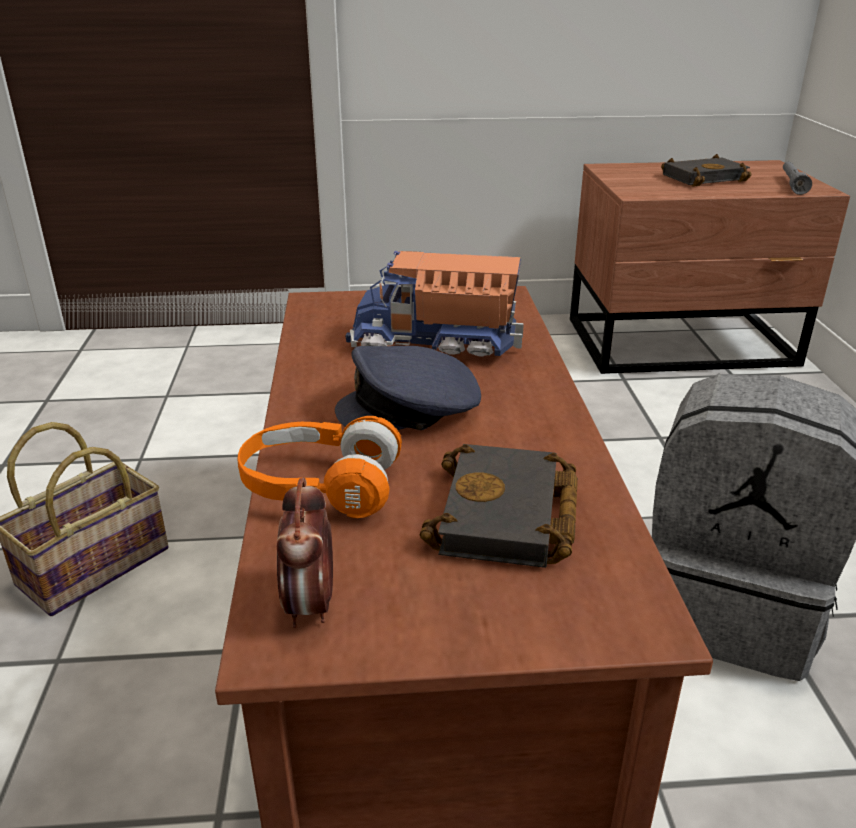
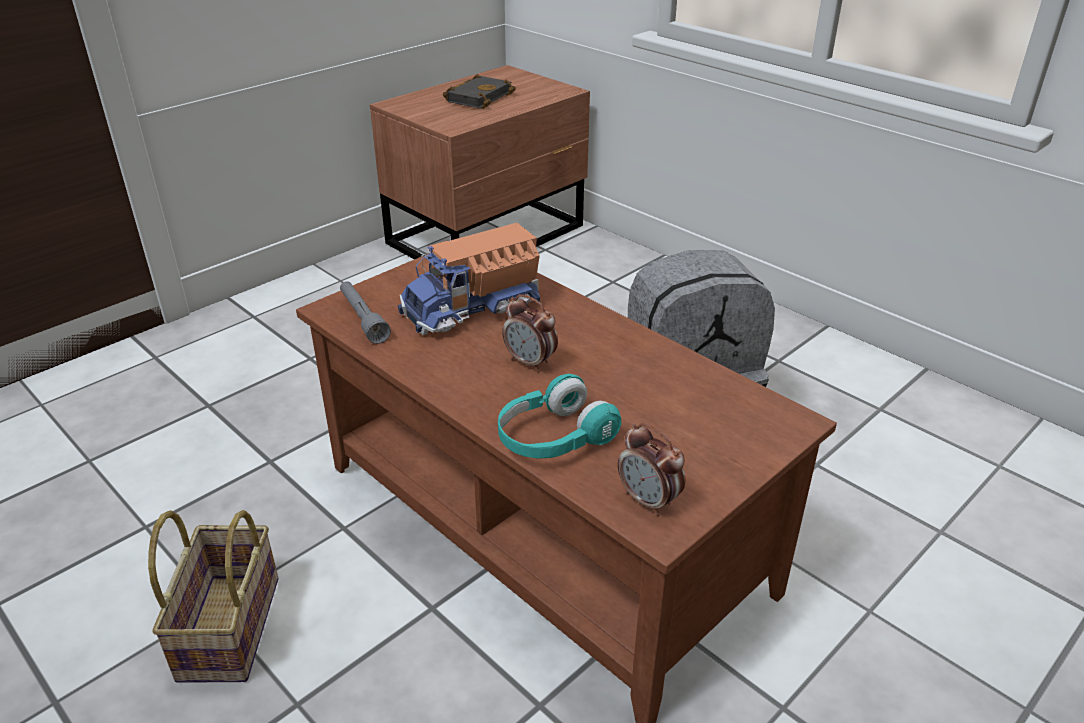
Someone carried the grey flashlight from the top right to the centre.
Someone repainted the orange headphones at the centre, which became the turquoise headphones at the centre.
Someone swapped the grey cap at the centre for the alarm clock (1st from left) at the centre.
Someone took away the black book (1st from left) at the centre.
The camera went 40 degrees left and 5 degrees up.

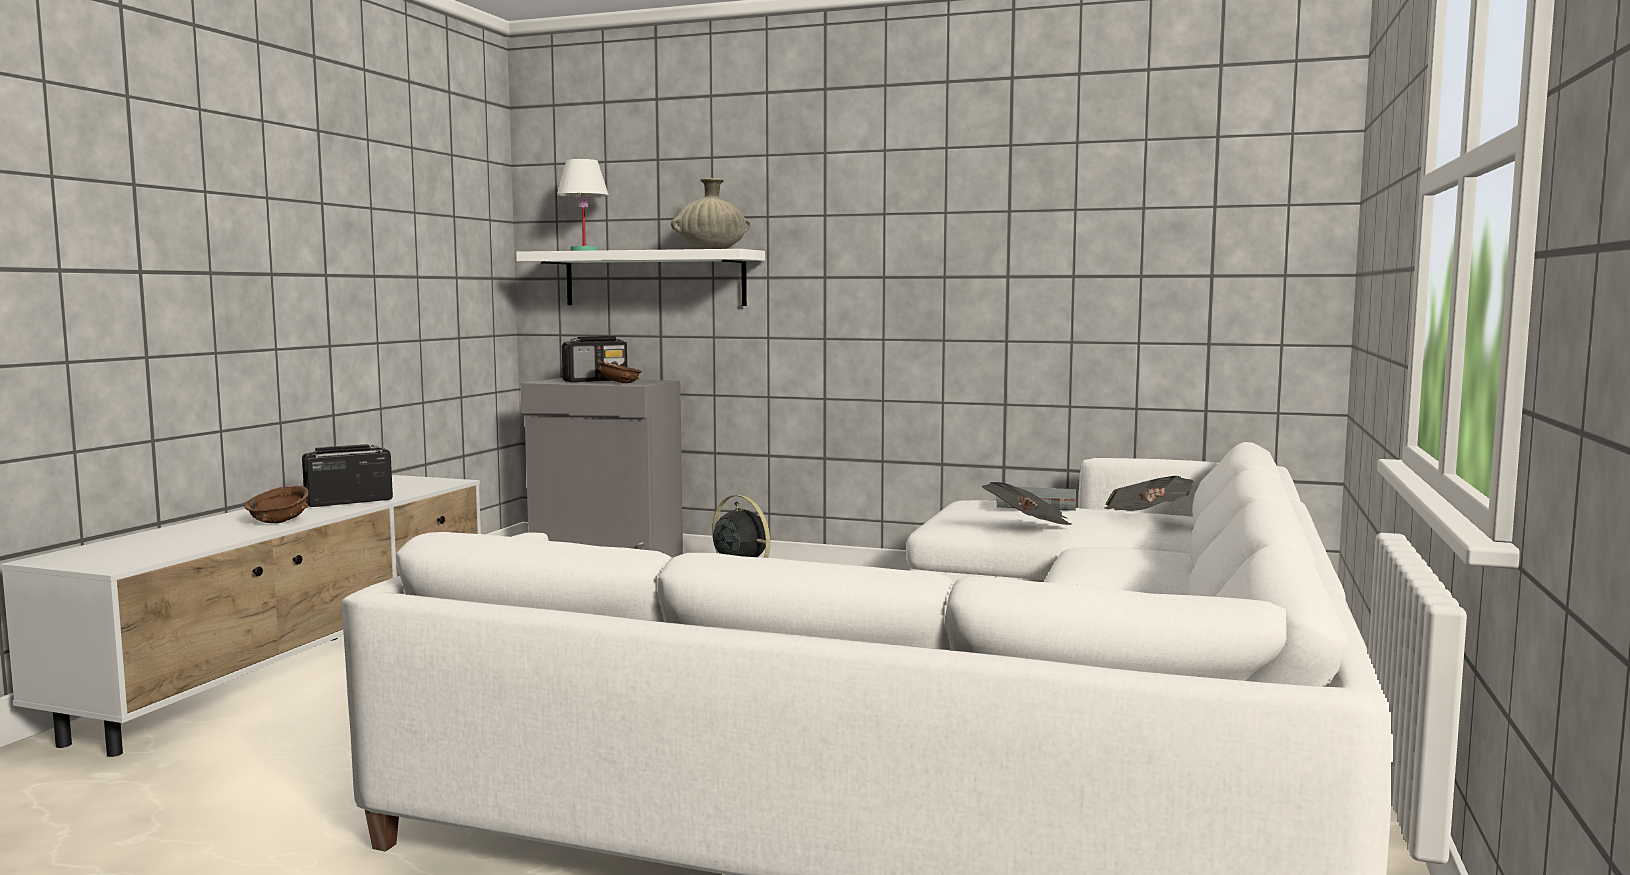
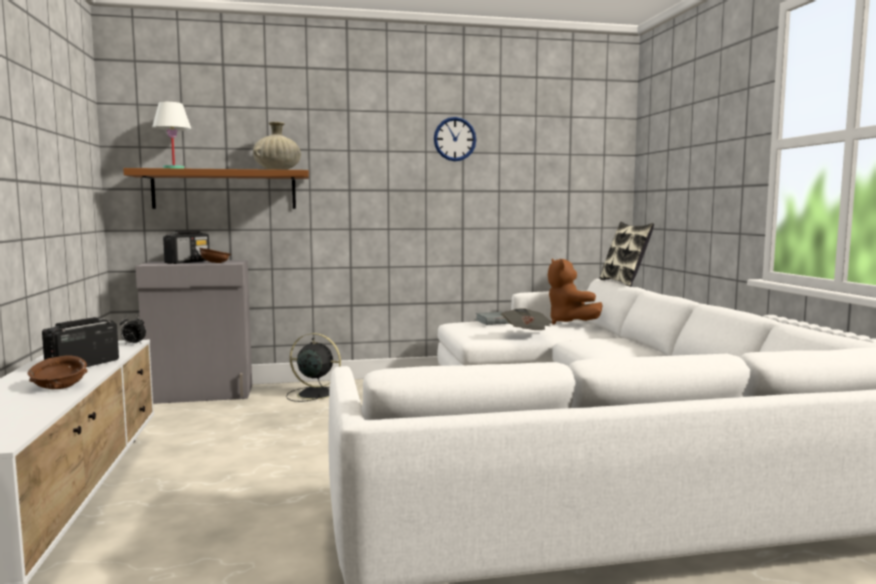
Someone put down the alarm clock at the middle left.
Someone repainted the white shelf at the top centre, which became the brown shelf at the top left.
Someone put up the wall clock at the top centre.
Someone swapped the newspaper (2nd from left) at the middle right for the brown plush toy at the centre.
Someone put down the pillow at the middle right.
The camera went 30 degrees left and 0 degrees up.

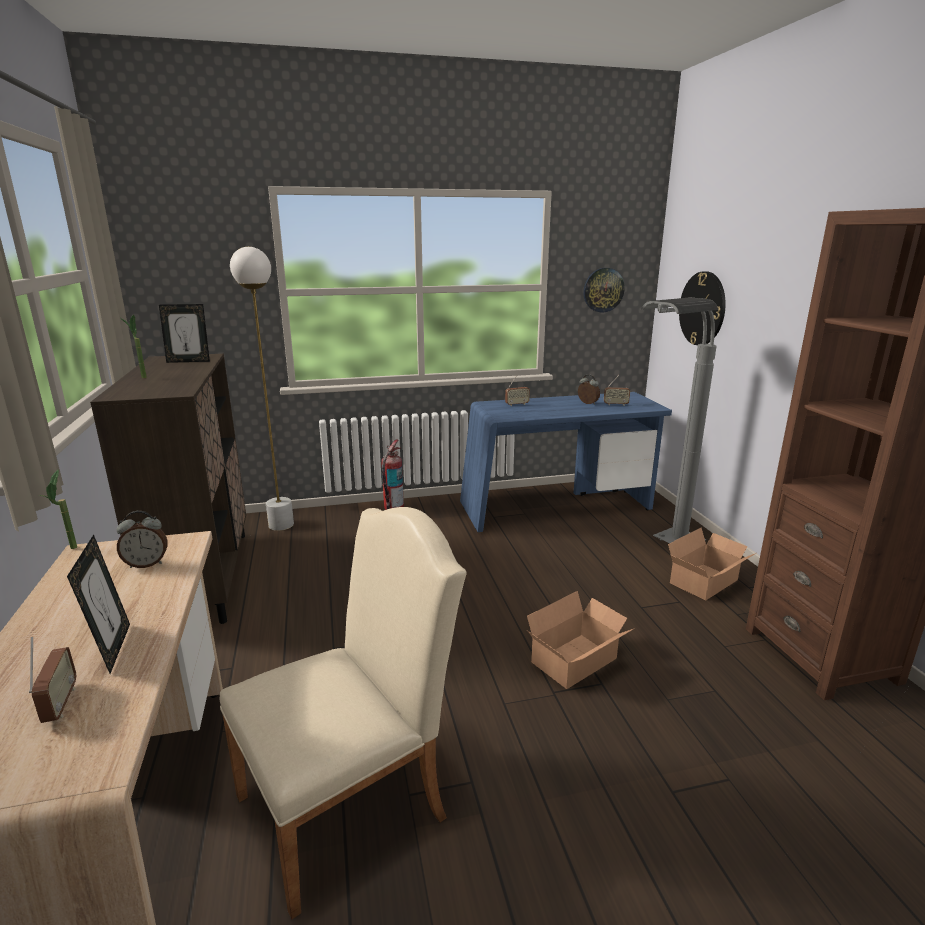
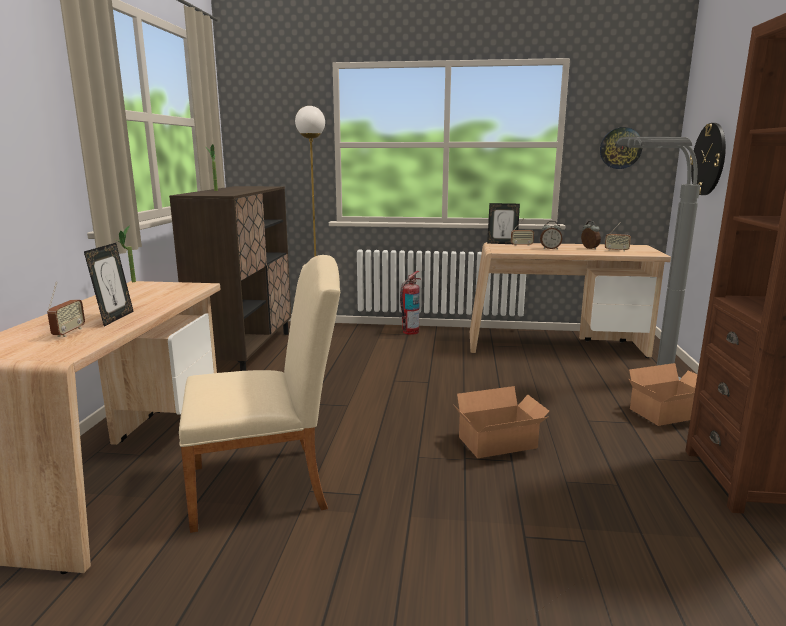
Someone repainted the blue desk at the centre, which became the beige desk (2nd from left) at the middle right.
Someone carried the picture frame (2nd from left) from the middle left to the centre.
Someone carried the alarm clock (1st from left) from the middle left to the middle right.
The camera went 20 degrees right and 5 degrees down.

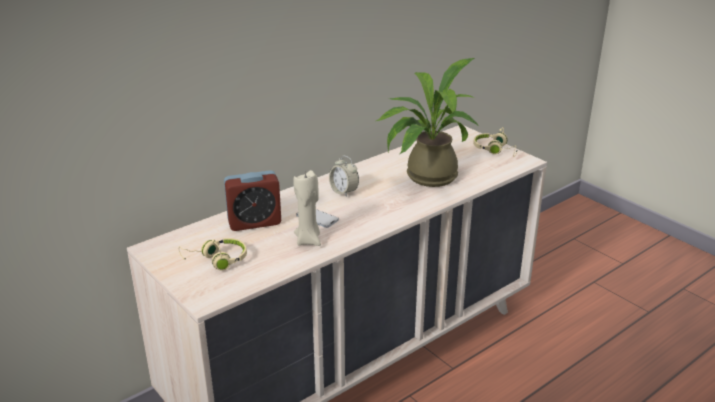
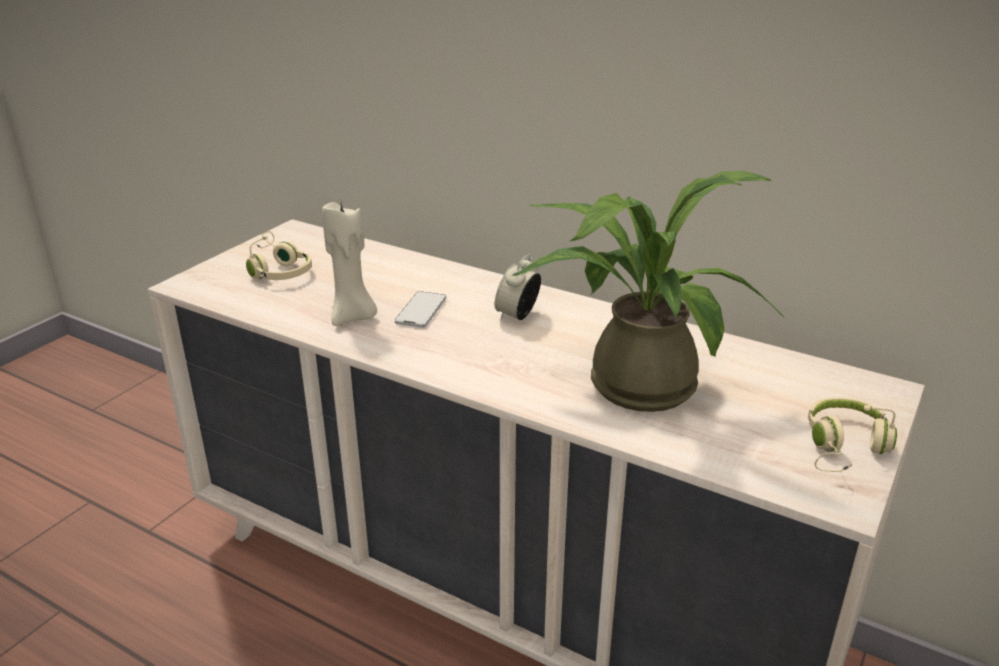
Someone took away the alarm clock (1st from left) at the centre.
The camera went 70 degrees right and 0 degrees up.

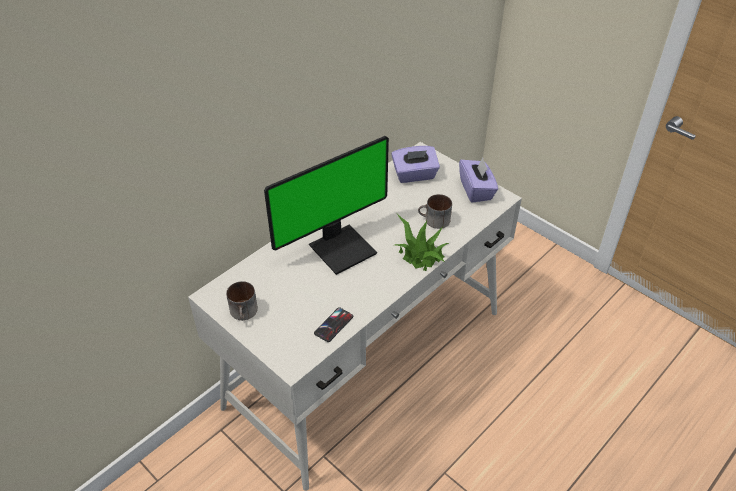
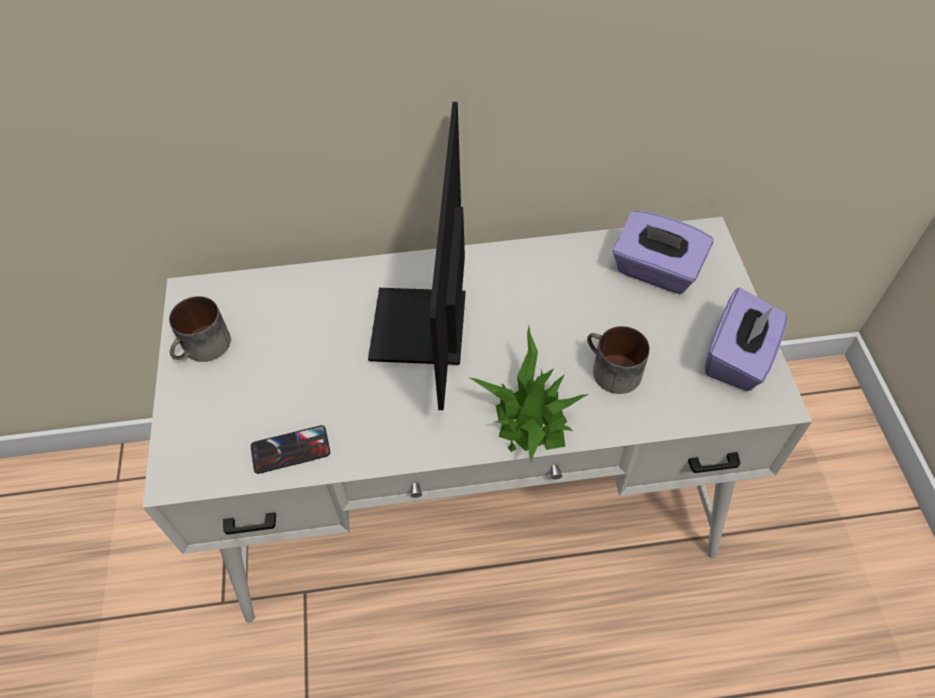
Someone rotated the monitor at the centre by 90 degrees clockwise.
The camera went 40 degrees right and 10 degrees up.

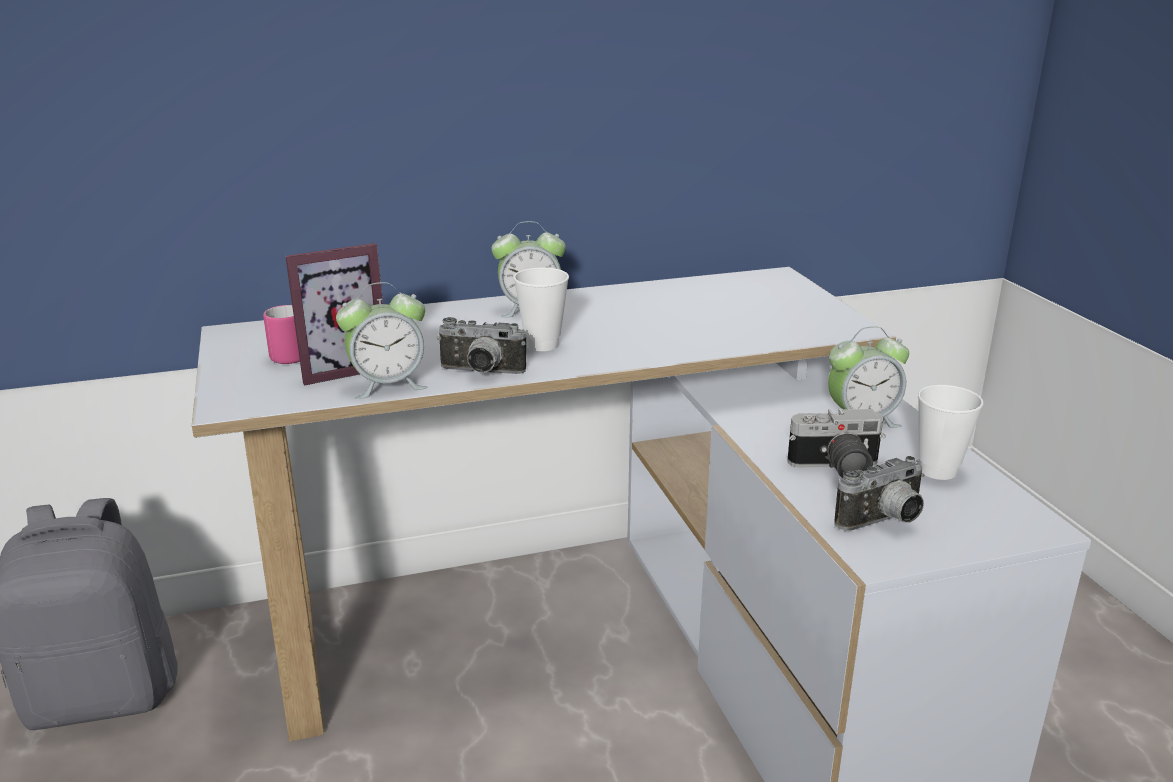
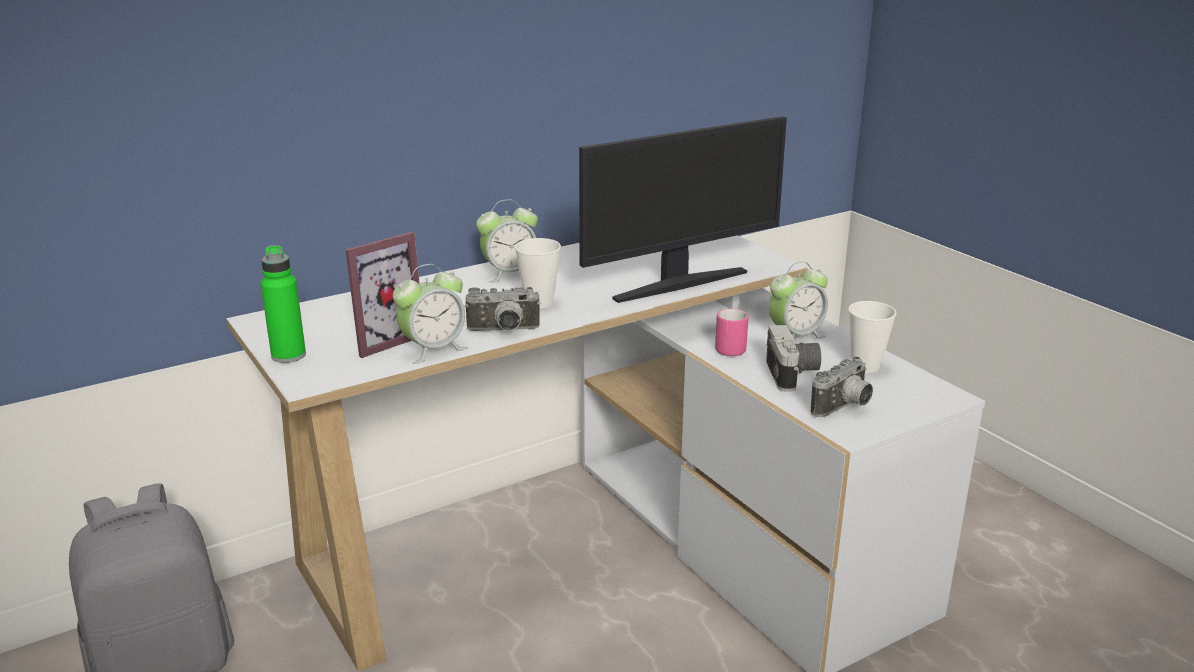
Someone put down the green bottle at the middle left.
Someone put down the monitor at the top centre.
Someone carried the pink mug from the middle left to the centre.
Someone rotated the photo camera (2nd from left) at the middle right by 75 degrees counterclockwise.
The camera went 15 degrees left and 0 degrees up.

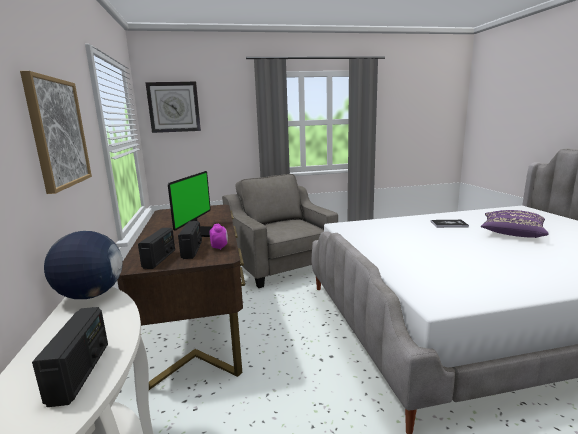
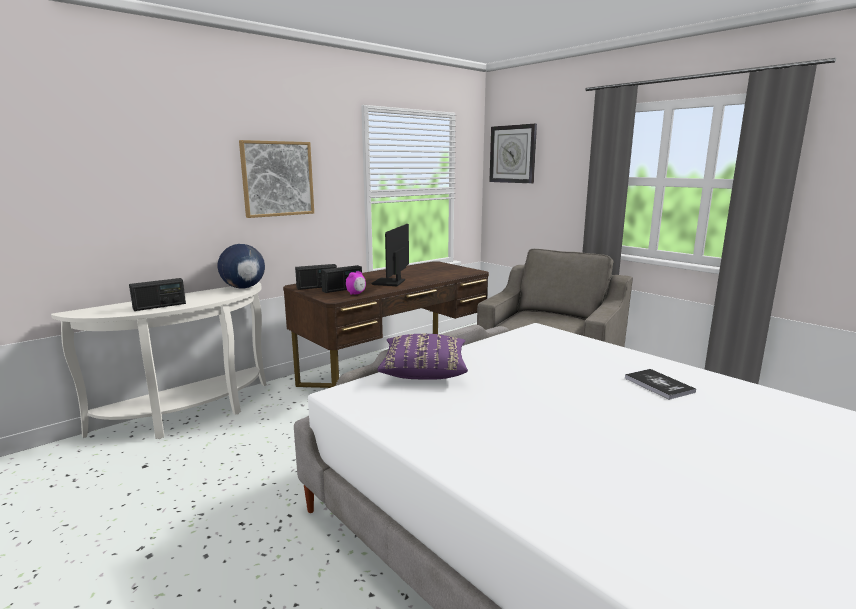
Someone rotated the monitor at the middle left by 120 degrees clockwise.
Someone carried the purple pillow from the middle right to the centre.
The camera went 60 degrees right and 0 degrees up.

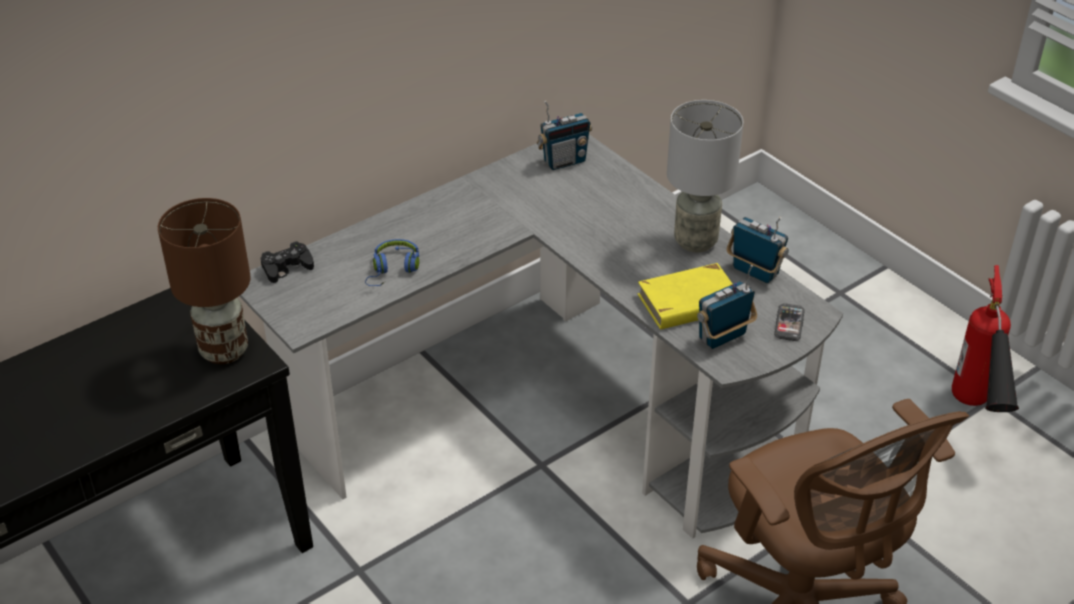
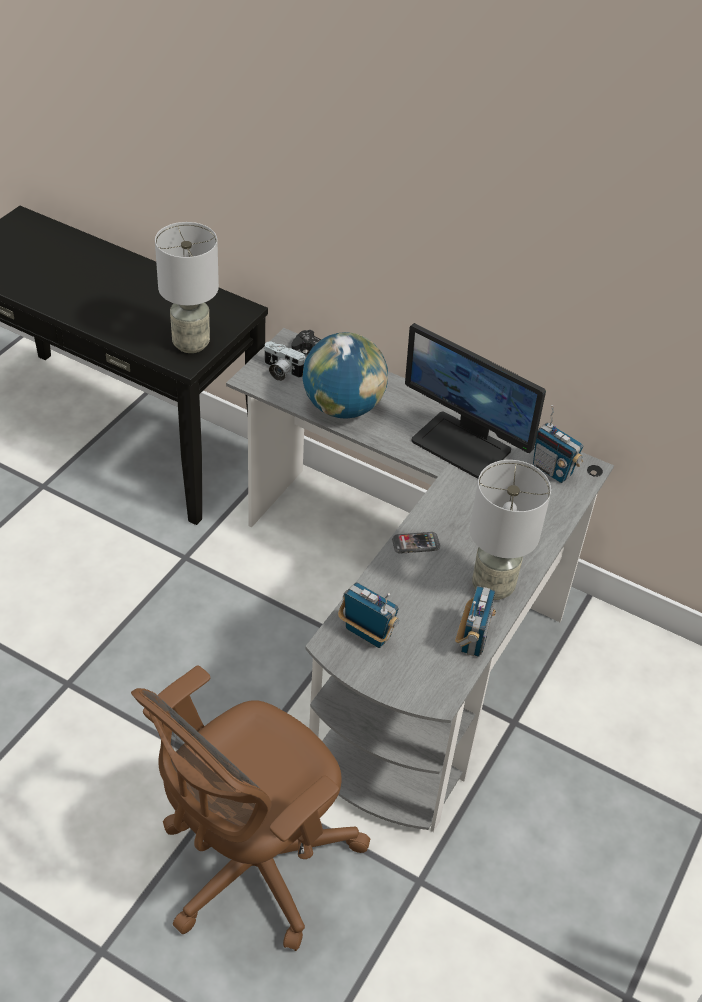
Someone repainted the brown table lamp at the middle left, which became the grey table lamp (1st from left) at the top left.
Someone put down the photo camera at the centre.
Someone swapped the blue headphones at the centre for the globe at the centre.
Someone carried the phone from the middle right to the centre.
Someone put down the monitor at the middle right.
Someone took away the yellow book at the centre.
Someone took away the fire extinguisher at the middle right.
The camera went 65 degrees right and 5 degrees up.

